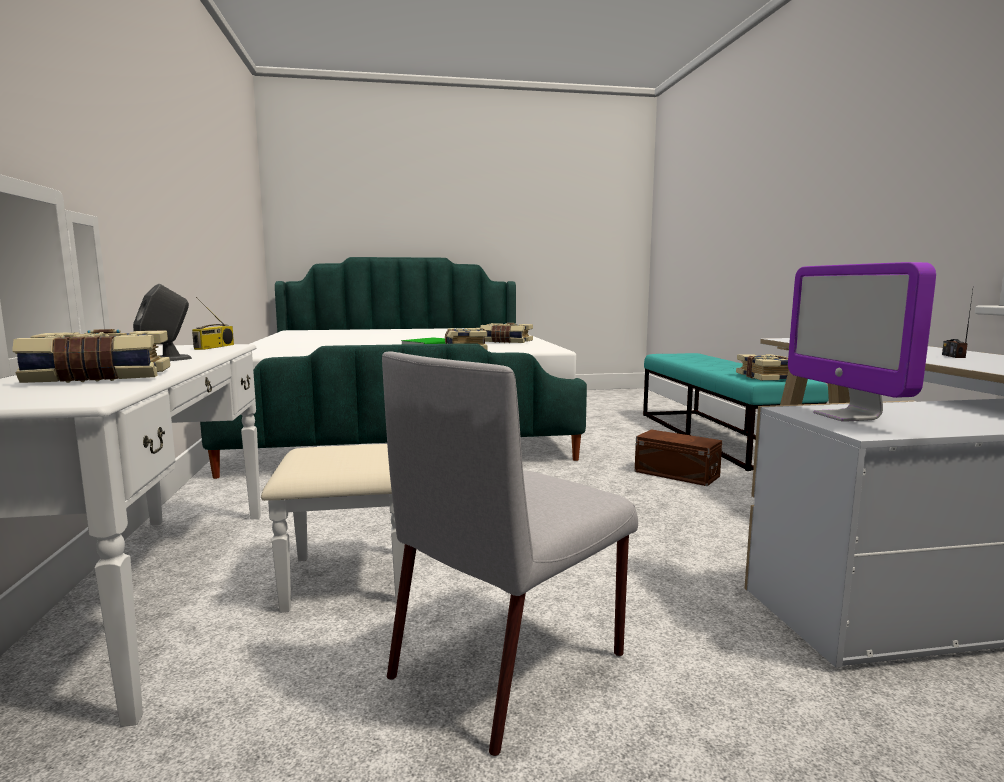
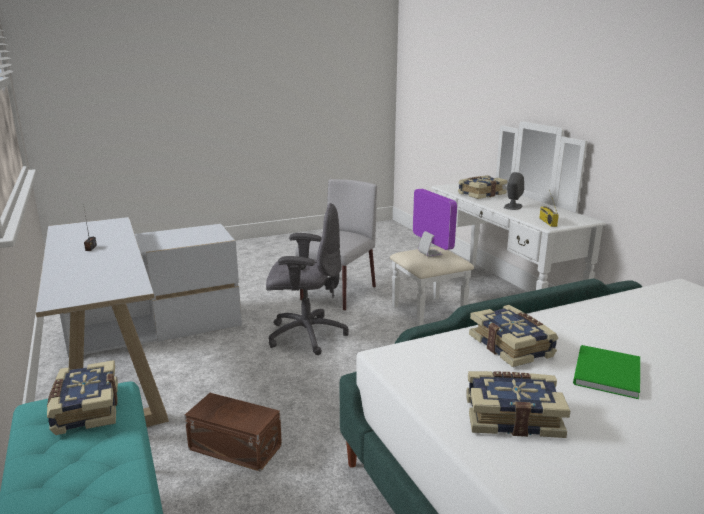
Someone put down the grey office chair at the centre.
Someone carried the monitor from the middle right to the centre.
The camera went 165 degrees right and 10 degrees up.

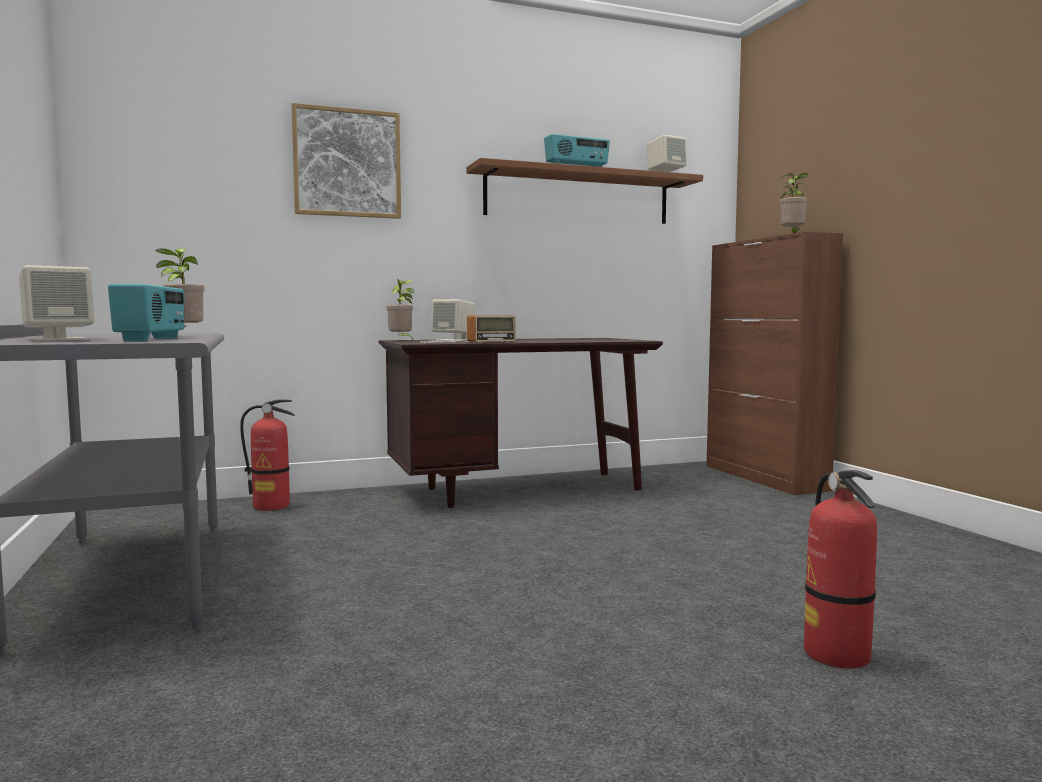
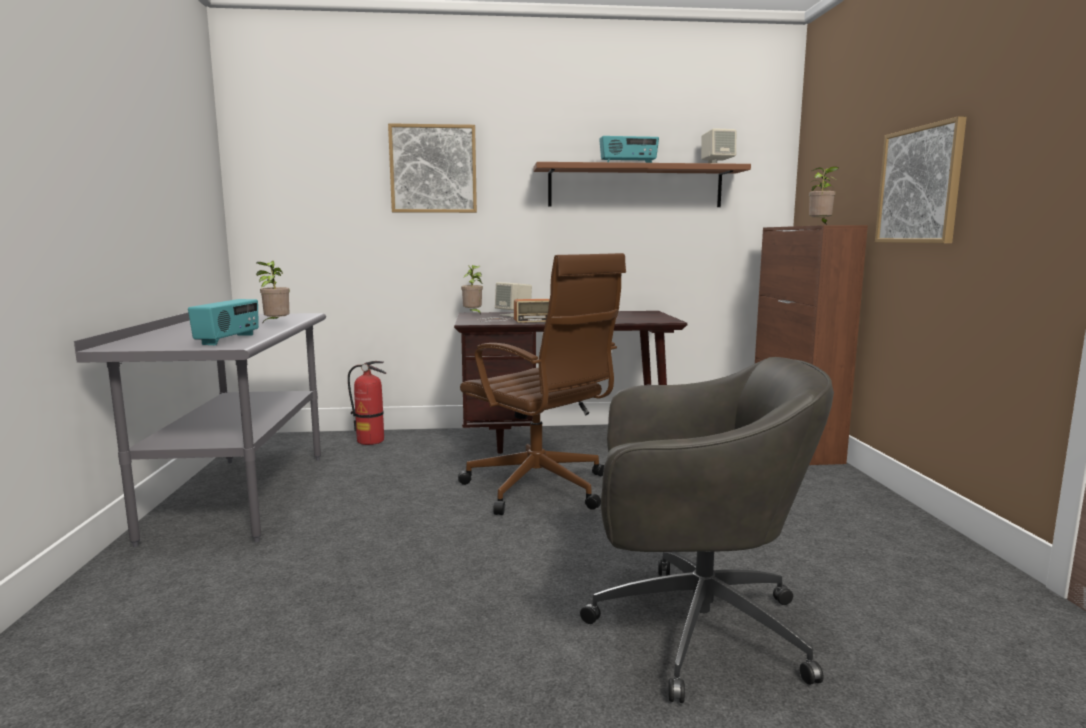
Someone put down the brown office chair at the centre.
Someone swapped the fire extinguisher (2nd from left) at the bottom right for the grey office chair at the bottom centre.
Someone put up the picture (2nd from left) at the top right.
Someone took away the beige speaker (1st from left) at the middle left.
The camera went 15 degrees right and 5 degrees up.

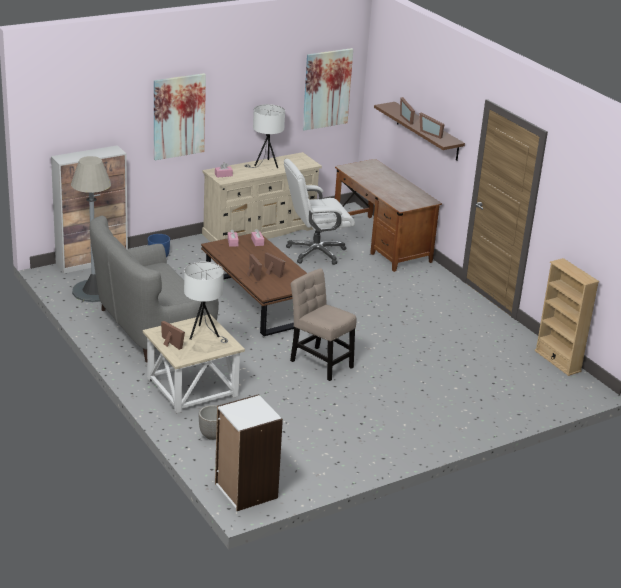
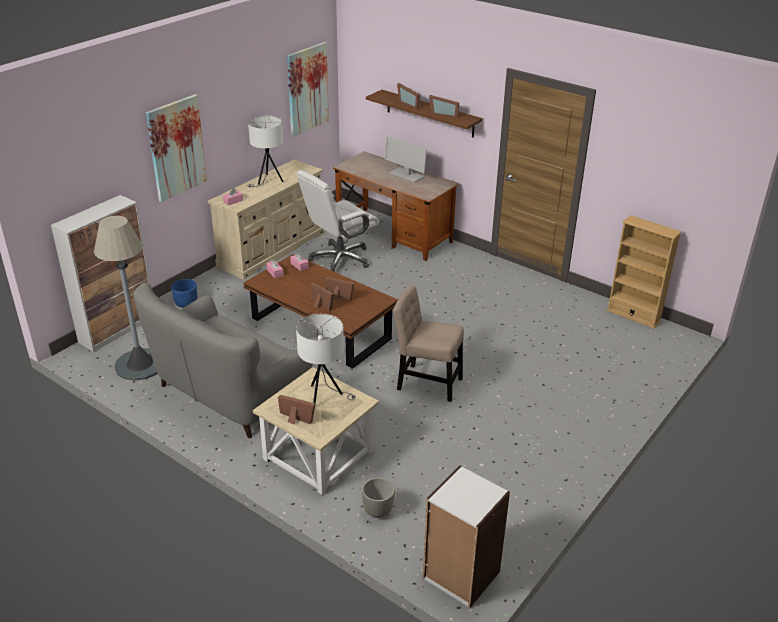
Someone put down the monitor at the top centre.
The camera went 20 degrees left and 5 degrees up.

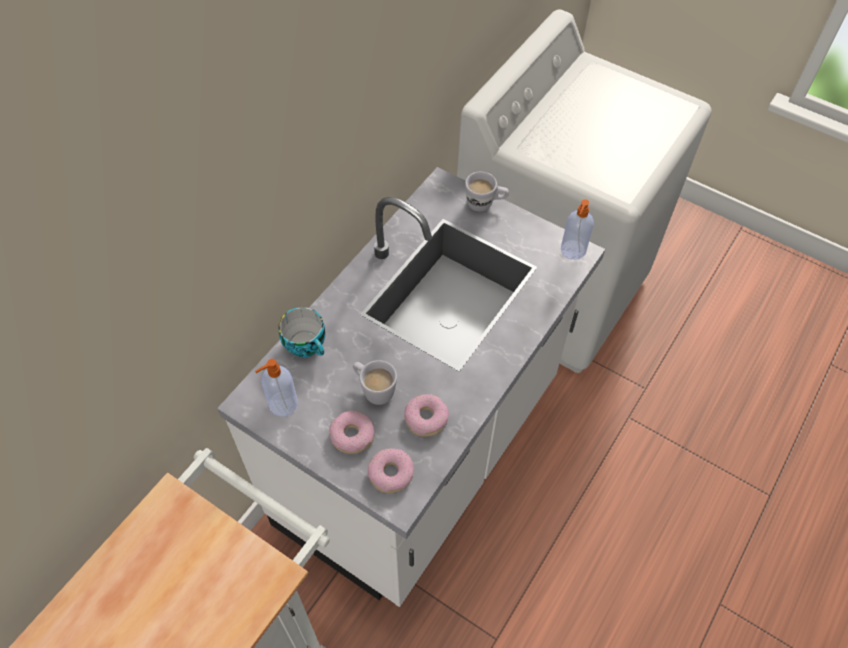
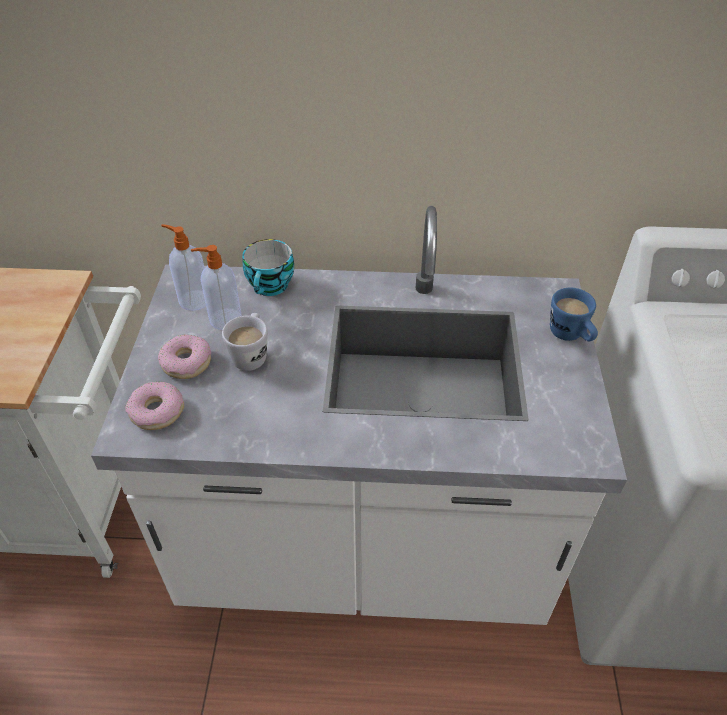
Someone carried the soap dispenser (2nd from left) from the middle right to the middle left.
Someone repainted the white mug (2nd from left) at the top centre, which became the blue mug at the middle right.
Someone took away the donut (3rd from left) at the centre.
The camera went 60 degrees right and 10 degrees down.

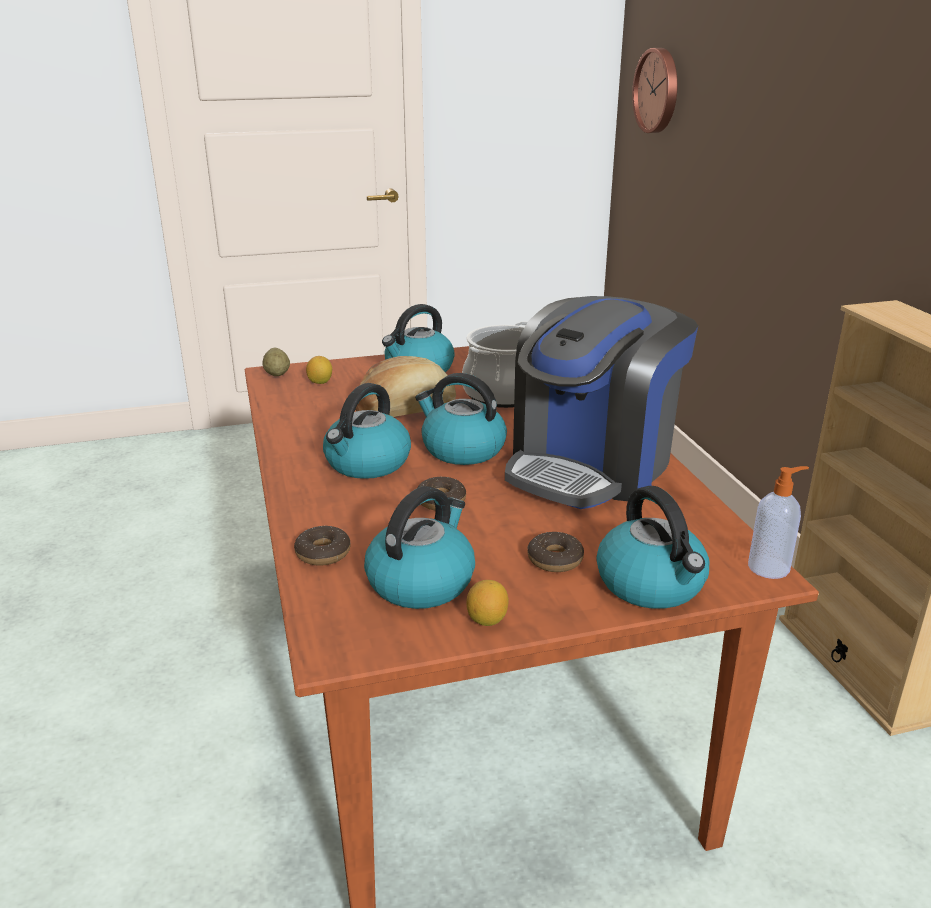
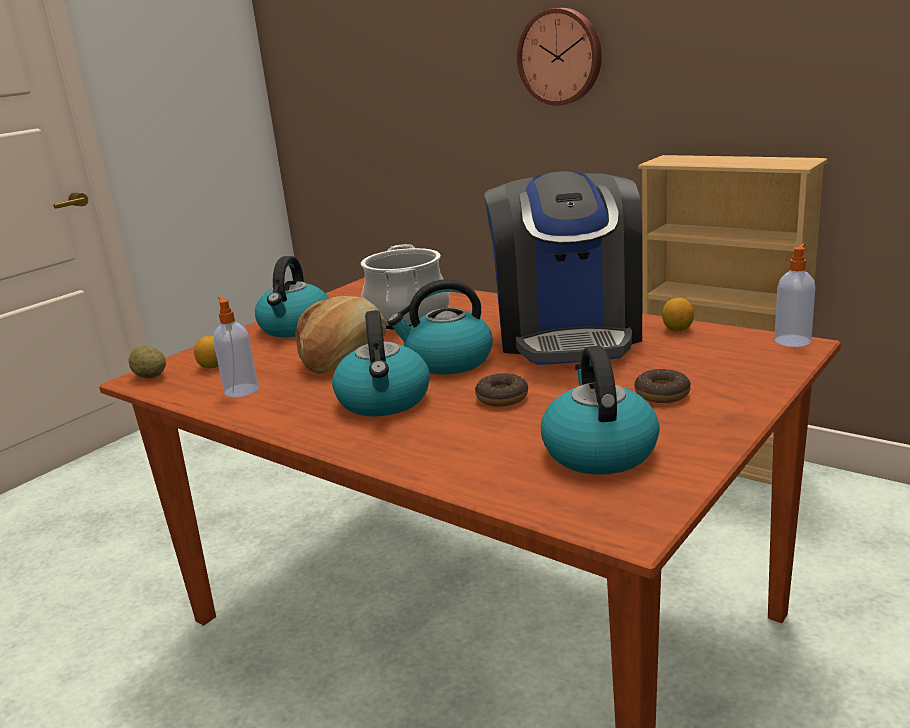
Someone put down the soap dispenser (1st from left) at the middle left.
Someone carried the wall clock from the top right to the top centre.
Someone carried the lemon (2nd from left) from the centre to the middle right.
Someone took away the donut (1st from left) at the centre.
Someone took away the kettle (5th from left) at the middle right.
The camera went 35 degrees left and 5 degrees down.

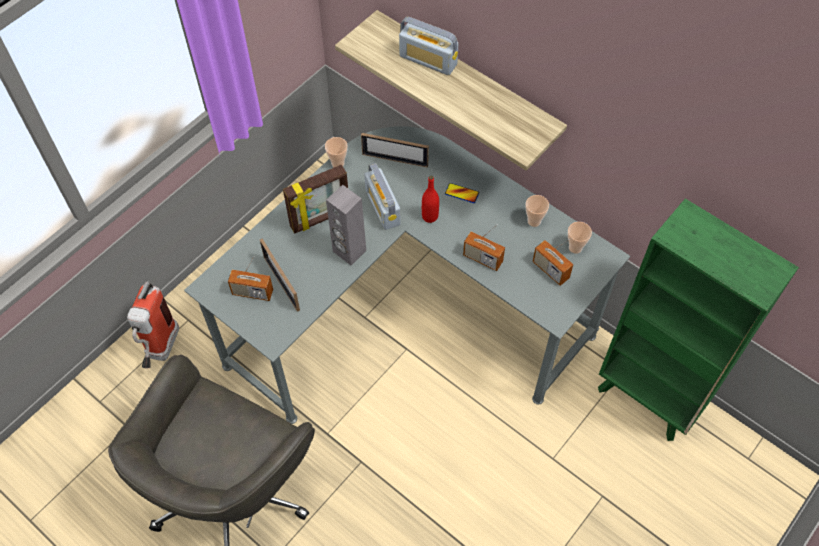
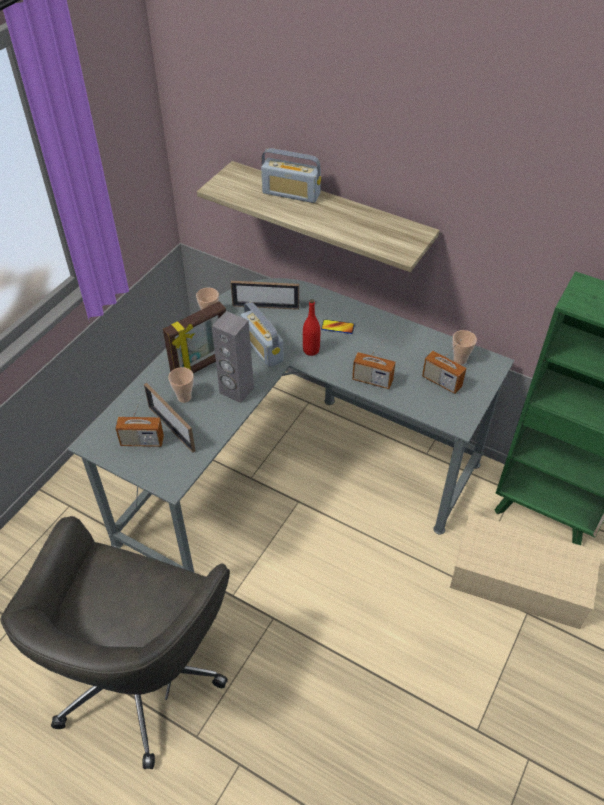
Someone carried the cup (2nd from left in the first image) from the centre to the middle left.
Someone put down the beige storage box at the bottom right.
Someone took away the fire extinguisher at the middle left.
The camera went 10 degrees left and 10 degrees down.

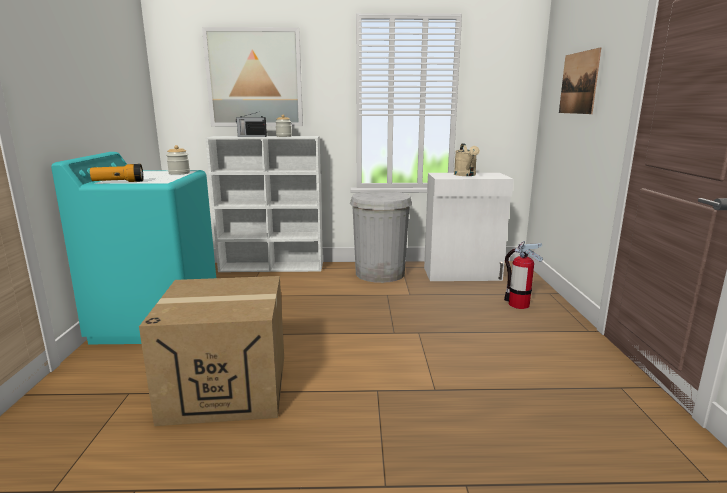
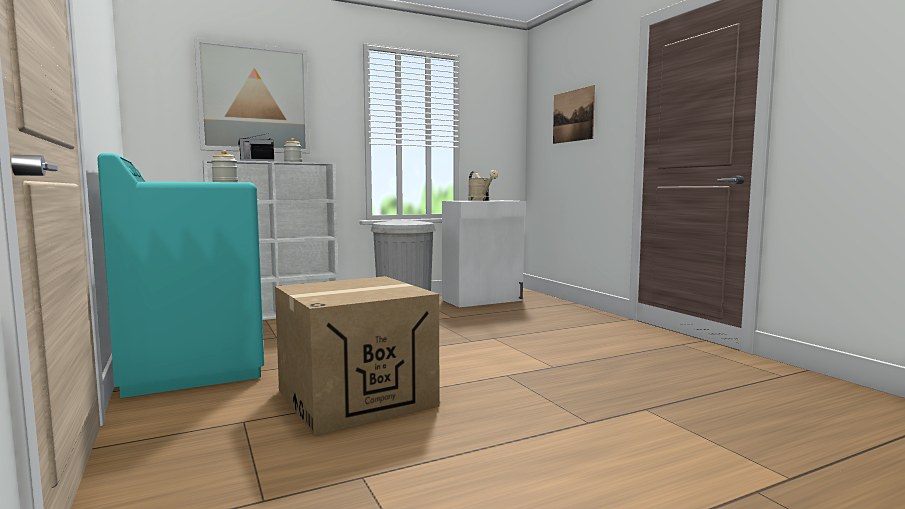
Someone took away the flashlight at the middle left.
Someone took away the fire extinguisher at the middle right.
The camera went 25 degrees left and 10 degrees down.

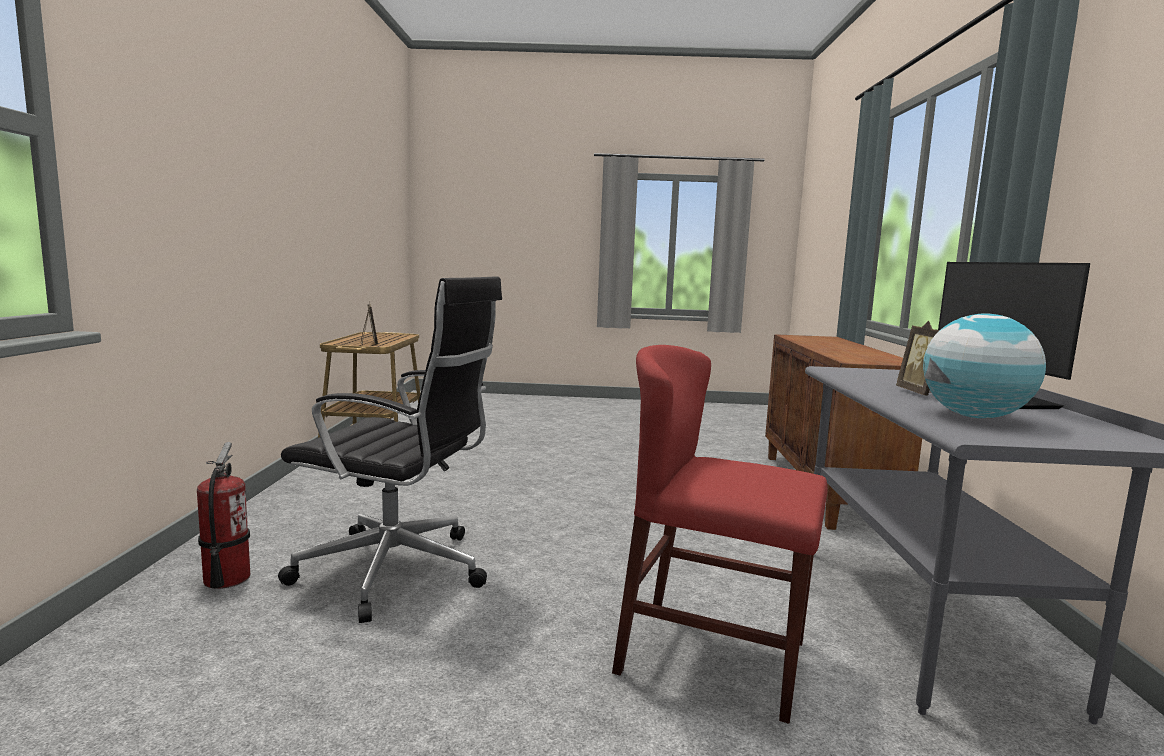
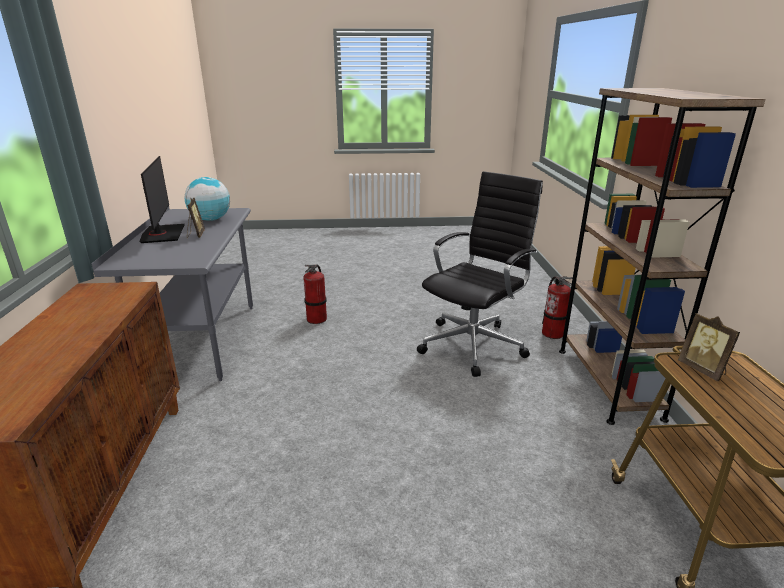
Someone swapped the red chair at the bottom centre for the fire extinguisher (1st from left) at the centre.
Someone rotated the black office chair at the centre by 120 degrees clockwise.
Someone put down the brown bookcase at the middle right.
The camera went 175 degrees right and 15 degrees up.

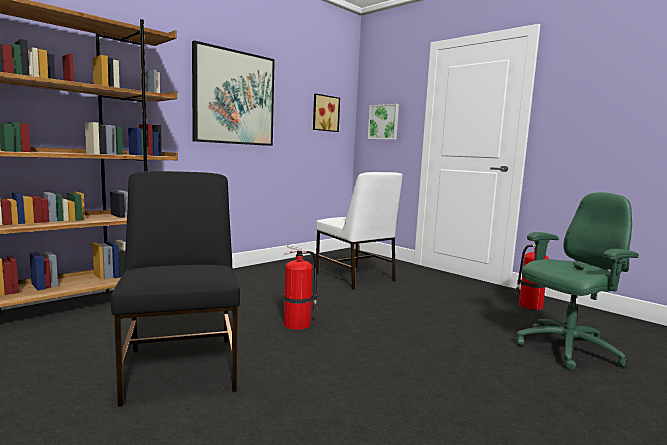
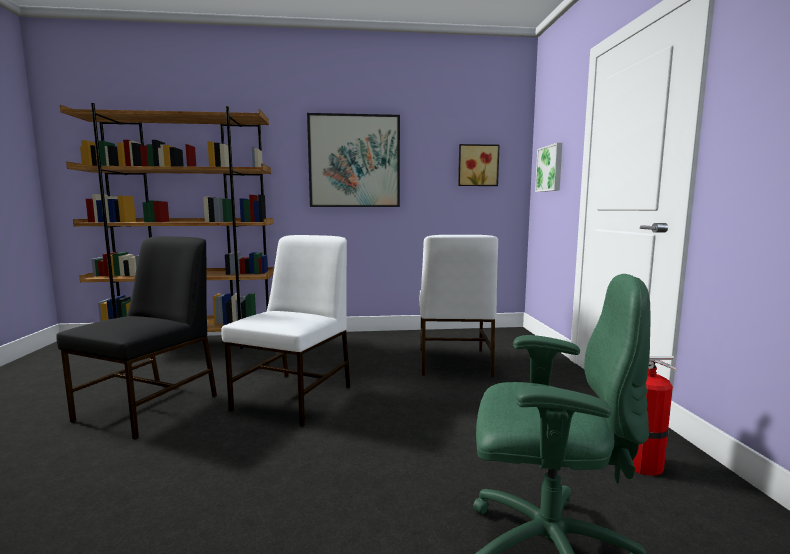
Someone swapped the fire extinguisher (1st from left) at the centre for the white chair (1st from left) at the centre.
The camera went 40 degrees right and 0 degrees up.

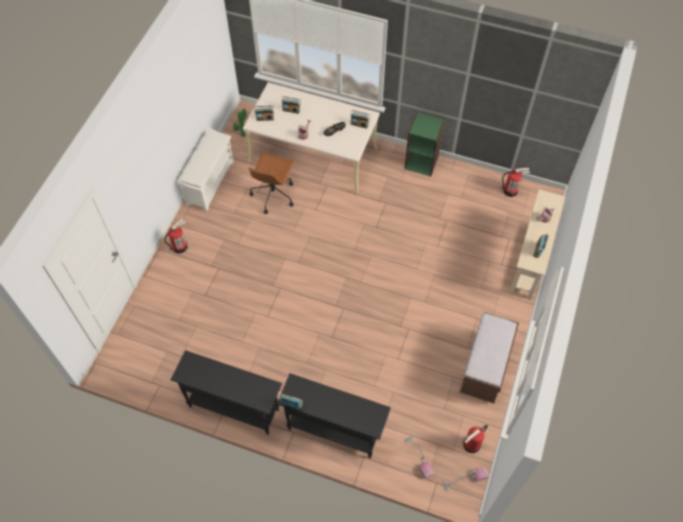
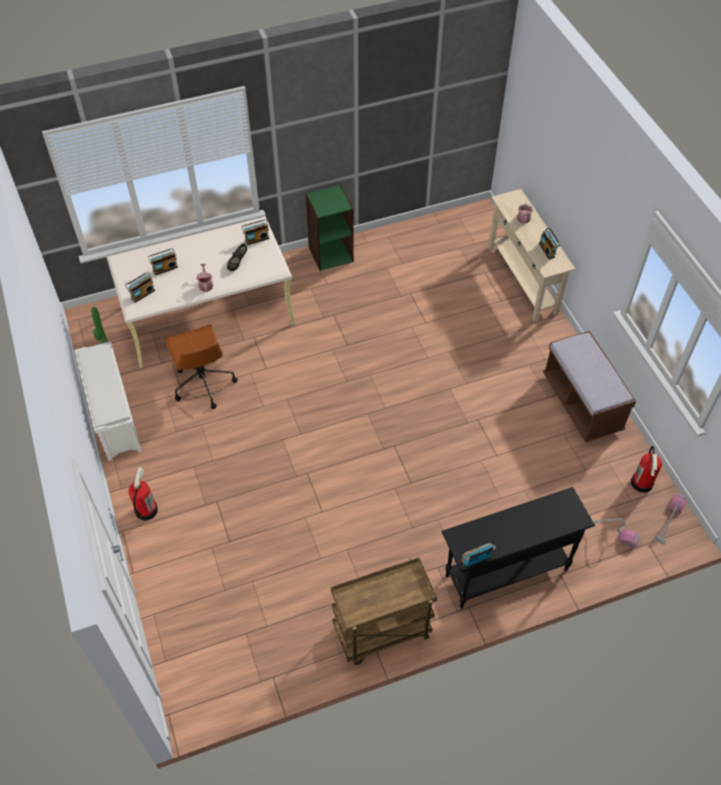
Someone swapped the black console table (1st from left) at the bottom left for the brown cart at the bottom centre.
Someone took away the fire extinguisher (3rd from left) at the middle right.
The camera went 40 degrees left and 5 degrees down.

